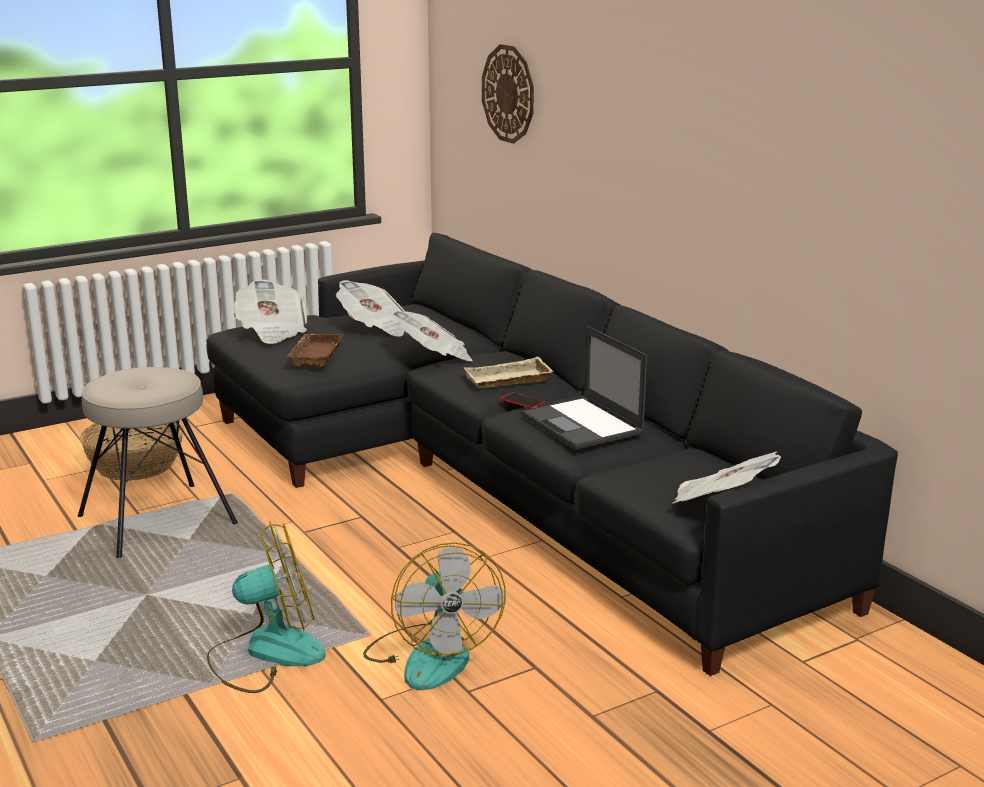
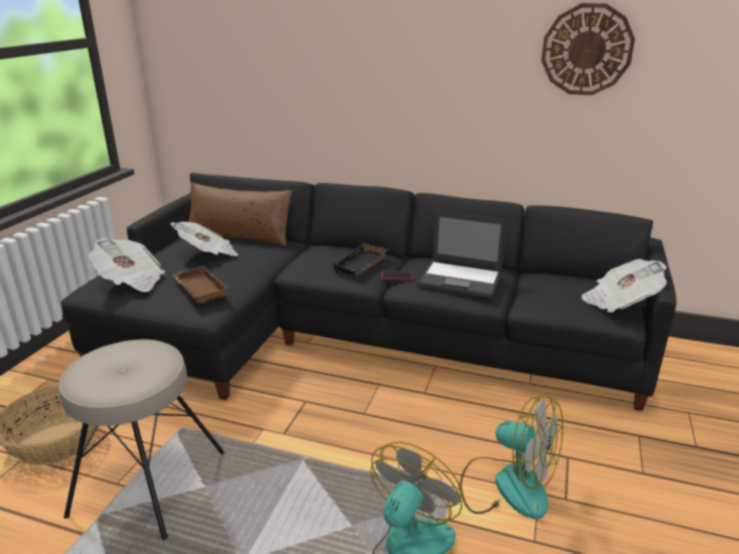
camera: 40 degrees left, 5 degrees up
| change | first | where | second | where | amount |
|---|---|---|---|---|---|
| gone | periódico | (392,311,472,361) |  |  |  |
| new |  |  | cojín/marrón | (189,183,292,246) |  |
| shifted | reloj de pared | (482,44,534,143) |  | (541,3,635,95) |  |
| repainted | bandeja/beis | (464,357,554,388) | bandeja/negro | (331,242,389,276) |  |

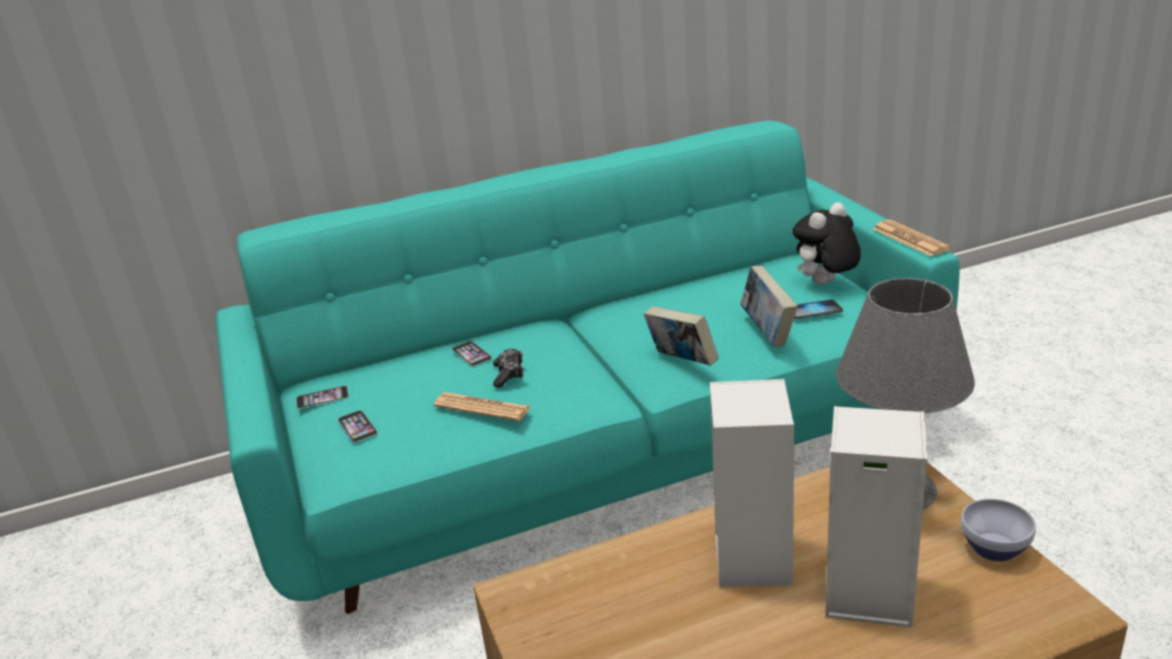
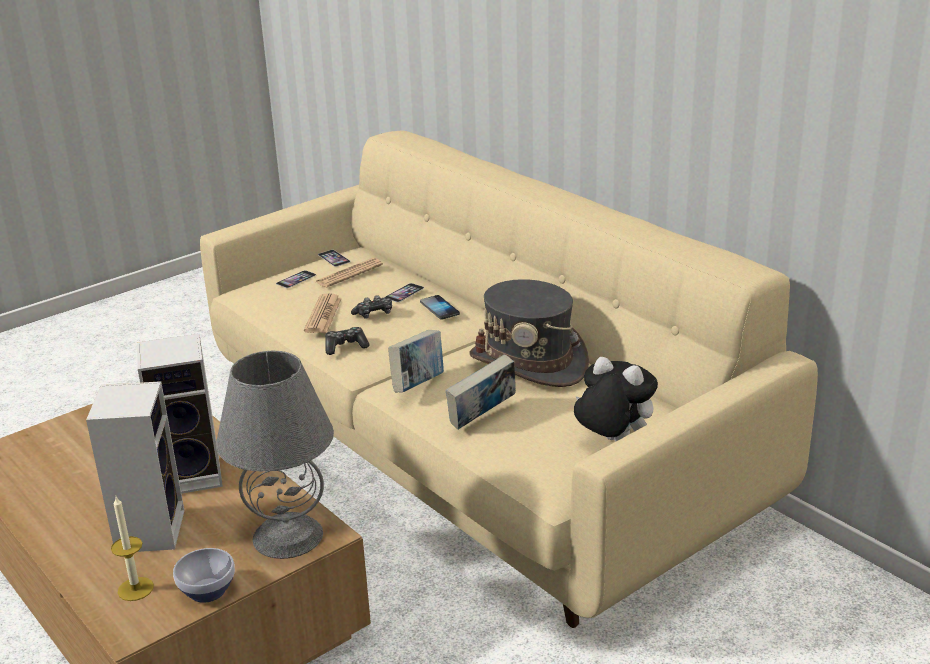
camera: 70 degrees right, 0 degrees up
| change | first | where | second | where | amount |
|---|---|---|---|---|---|
| new |  |  | vela | (111,497,154,601) |  |
| new |  |  | mando de consola | (325,327,369,355) |  |
| new |  |  | sombrero/gris | (469,279,589,387) |  |
| shifted | móvil | (794,300,843,319) |  | (420,295,460,320) |  |
| shifted | periódico | (873,220,951,256) |  | (316,258,383,288) |  |
| repainted | sofá/turquesa | (216,120,960,614) | sofá/beis | (200,130,818,628) |  |

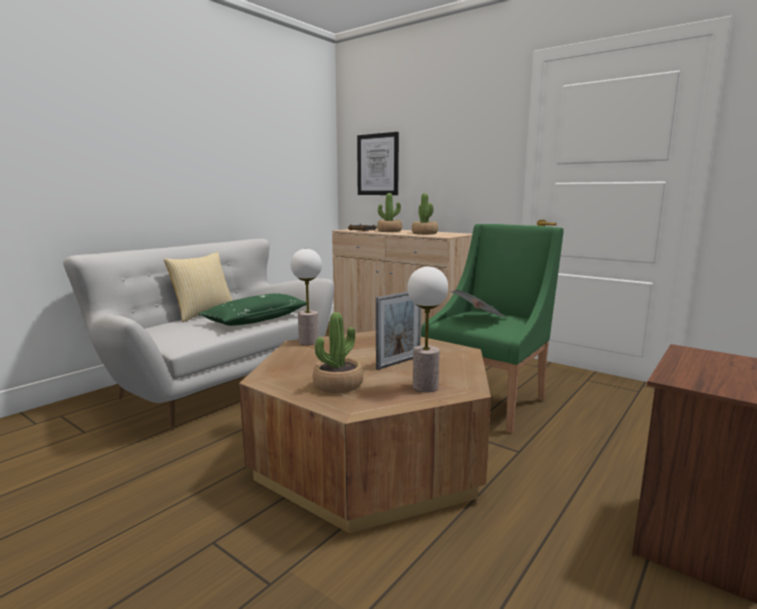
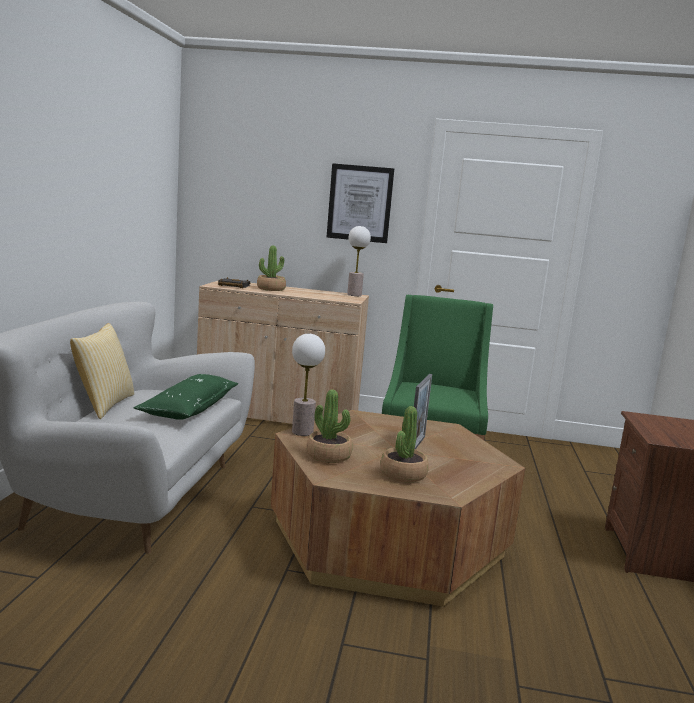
camera: 30 degrees left, 0 degrees up
| change | first | where | second | where | amount |
|---|---|---|---|---|---|
| gone | periódico | (451,290,506,317) |  |  |  |
| shifted | cuadro | (357,132,399,195) |  | (327,163,394,243) |  |
| shifted | lámpara de mesa | (407,267,448,392) |  | (347,226,371,296) |  |
| shifted | planta en maceta | (412,193,438,235) |  | (306,390,353,463) |  |

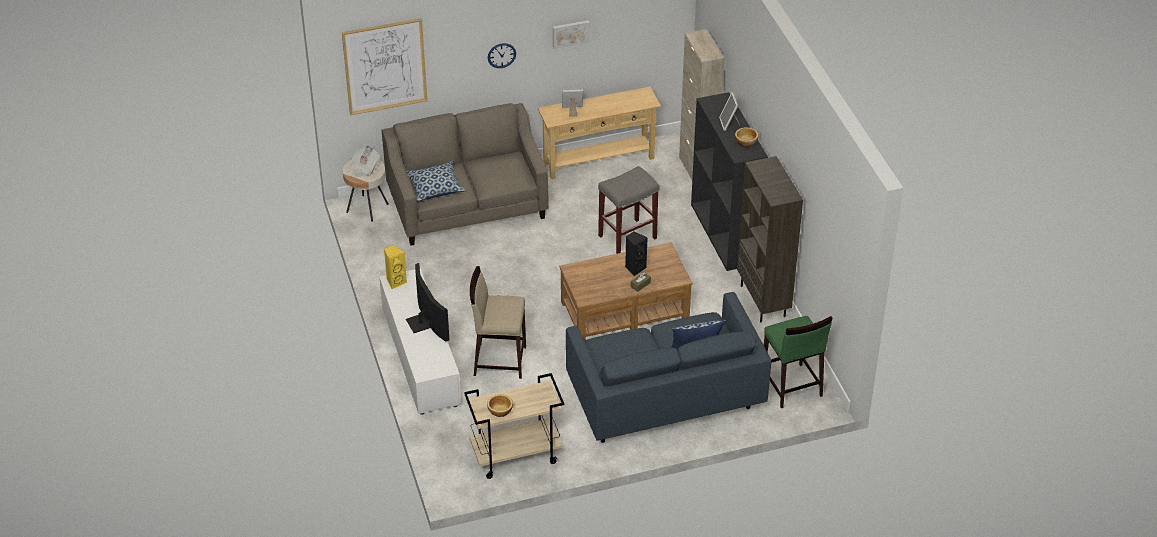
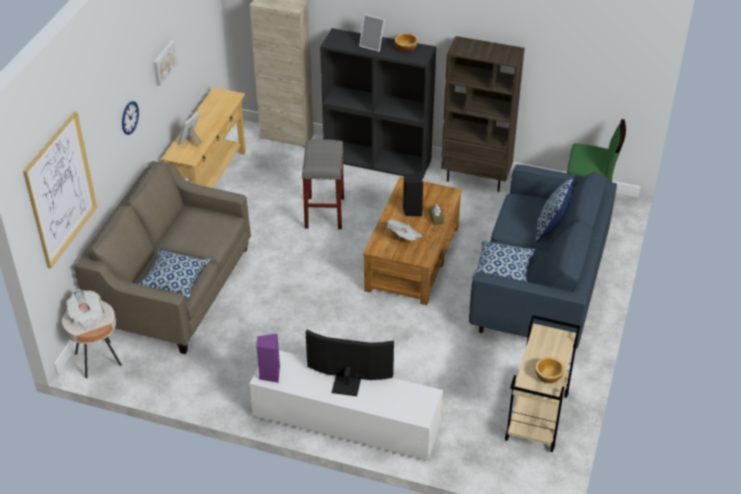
camera: 55 degrees left, 0 degrees up
| change | first | where | second | where | amount |
|---|---|---|---|---|---|
| gone | taburete/beis | (470,266,526,379) |  |  |  |
| new |  |  | periódico | (387,219,423,241) |  |
| new |  |  | cojín | (472,240,536,282) |  |
| repainted | altavoz/amarillo | (384,245,407,289) | altavoz/morado | (256,334,280,383) |  |

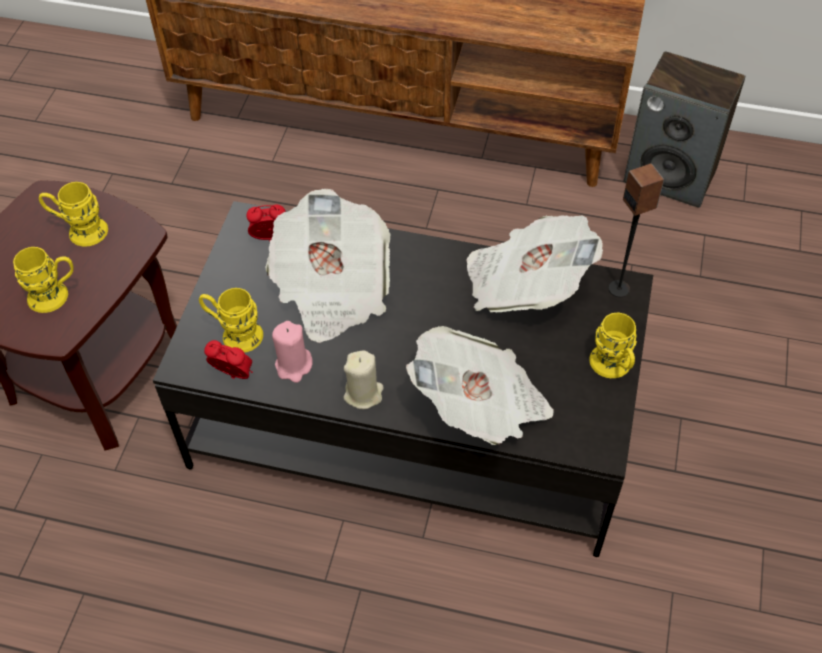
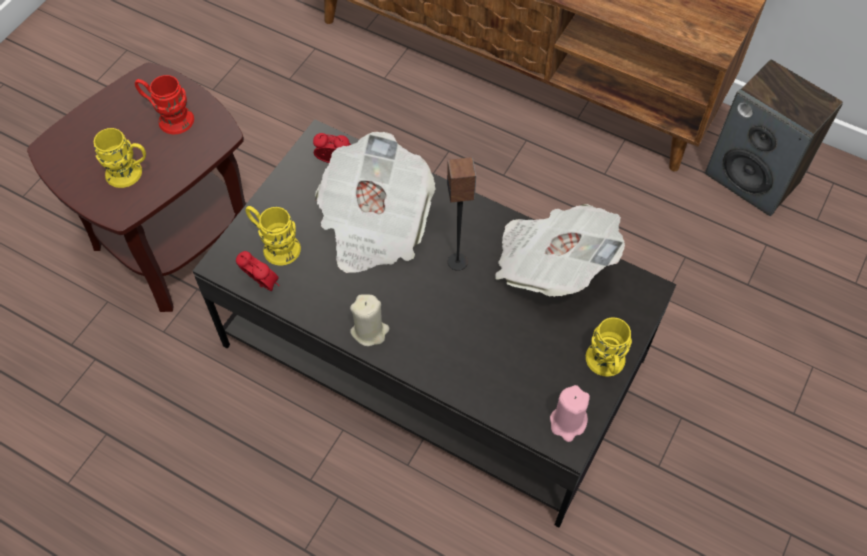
camera: 15 degrees right, 5 degrees up
| change | first | where | second | where | amount |
|---|---|---|---|---|---|
| gone | periódico | (406,326,554,445) |  |  |  |
| shifted | vela/rosa | (272,321,313,383) |  | (550,385,590,442) |  |
| shifted | altavoz | (608,163,664,297) |  | (447,157,476,271) |  |
| repainted | taza grande/amarillo | (39,182,108,247) | taza grande/rojo | (135,75,194,134) |  |

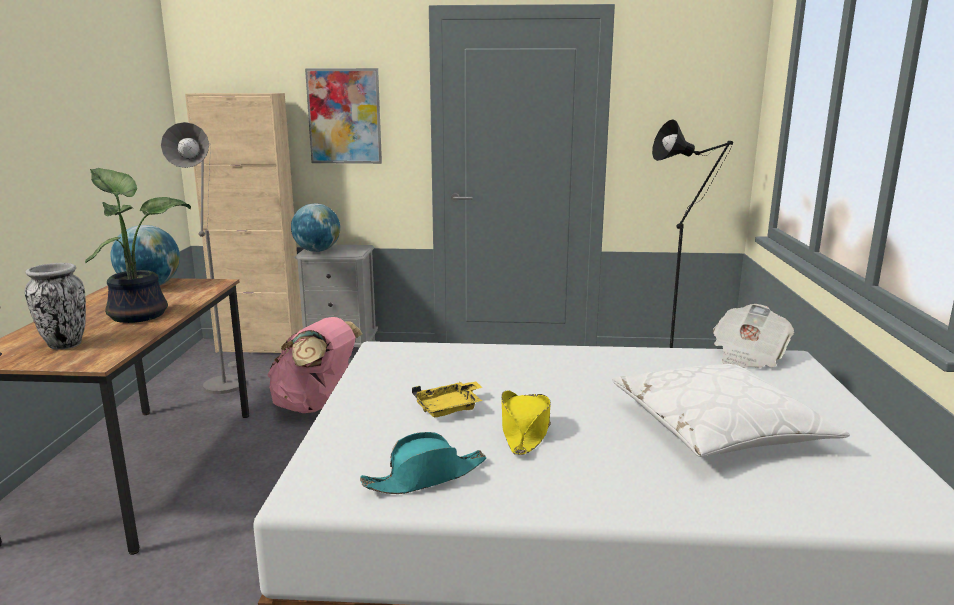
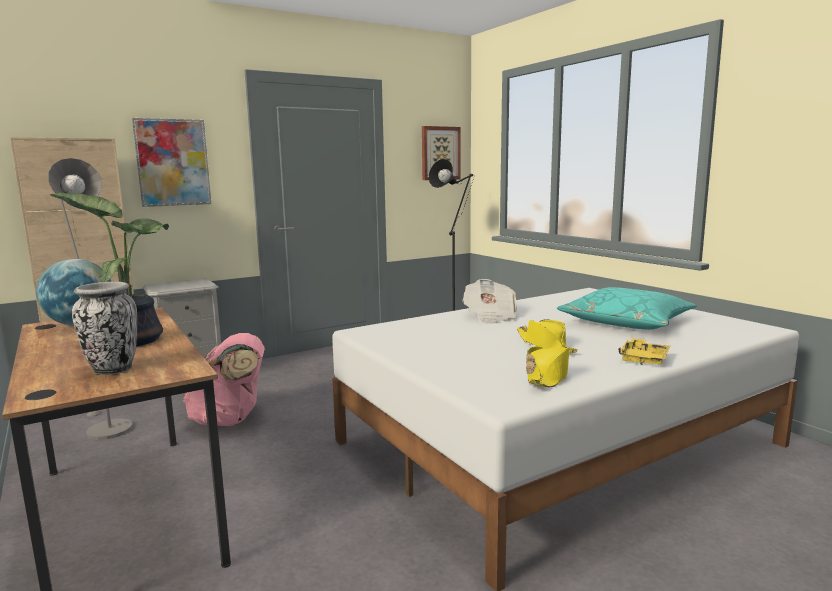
camera: 35 degrees left, 5 degrees down
| change | first | where | second | where | amount |
|---|---|---|---|---|---|
| gone | globo terráqueo | (291,203,340,252) |  |  |  |
| new |  |  | cuadro | (422,126,461,180) |  |
| shifted | bandeja/amarillo | (412,381,483,417) |  | (618,338,671,365) |  |
| shifted | periódico | (713,304,794,368) |  | (462,279,517,324) |  |
| repainted | sombrero/turquesa | (360,432,486,494) | sombrero/amarillo | (526,346,570,387) |  |
| repainted | cojín/blanco | (612,364,850,457) | cojín/turquesa | (557,287,697,330) |  |

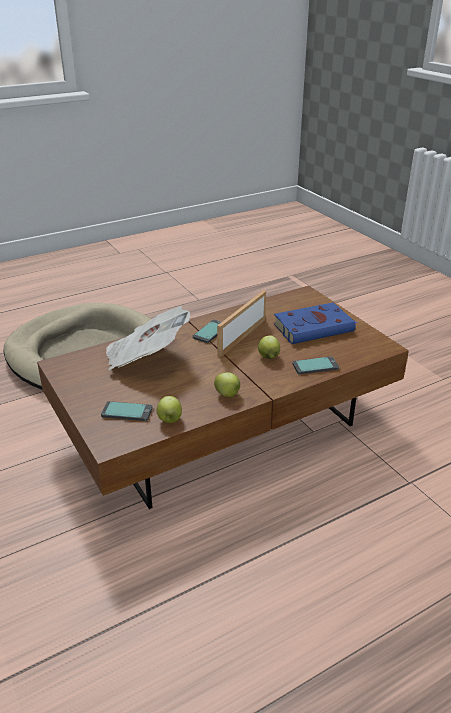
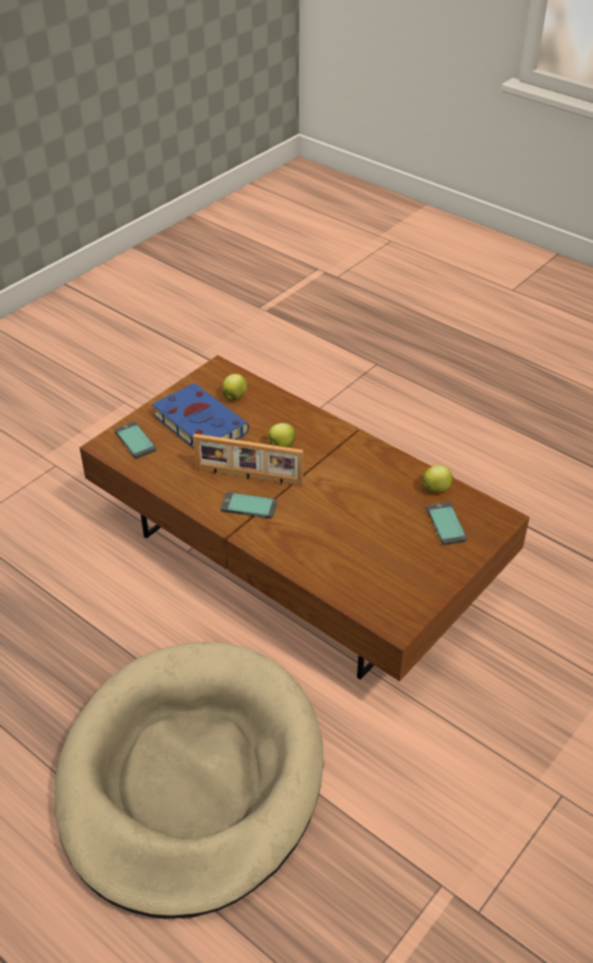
camera: 110 degrees left, 10 degrees up
| change | first | where | second | where | amount |
|---|---|---|---|---|---|
| gone | periódico | (106,306,191,370) |  |  |  |
| shifted | manzana | (214,373,240,397) |  | (222,374,247,400) |  |
| shifted | móvil | (293,356,339,374) |  | (115,422,156,459) |  |

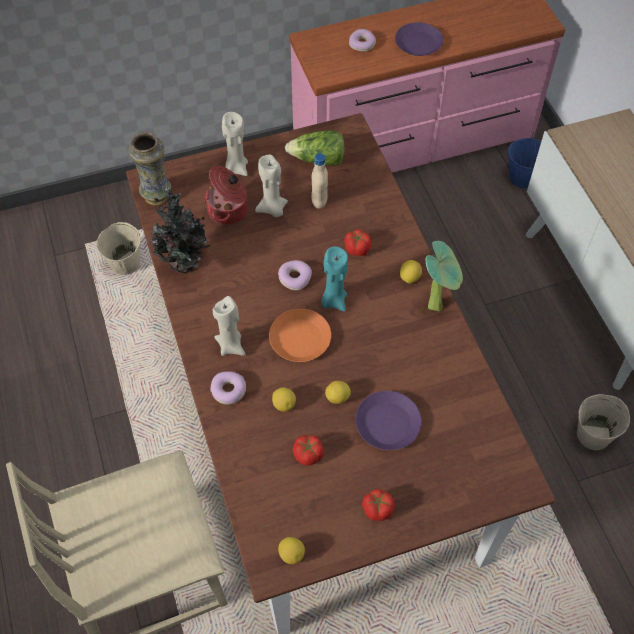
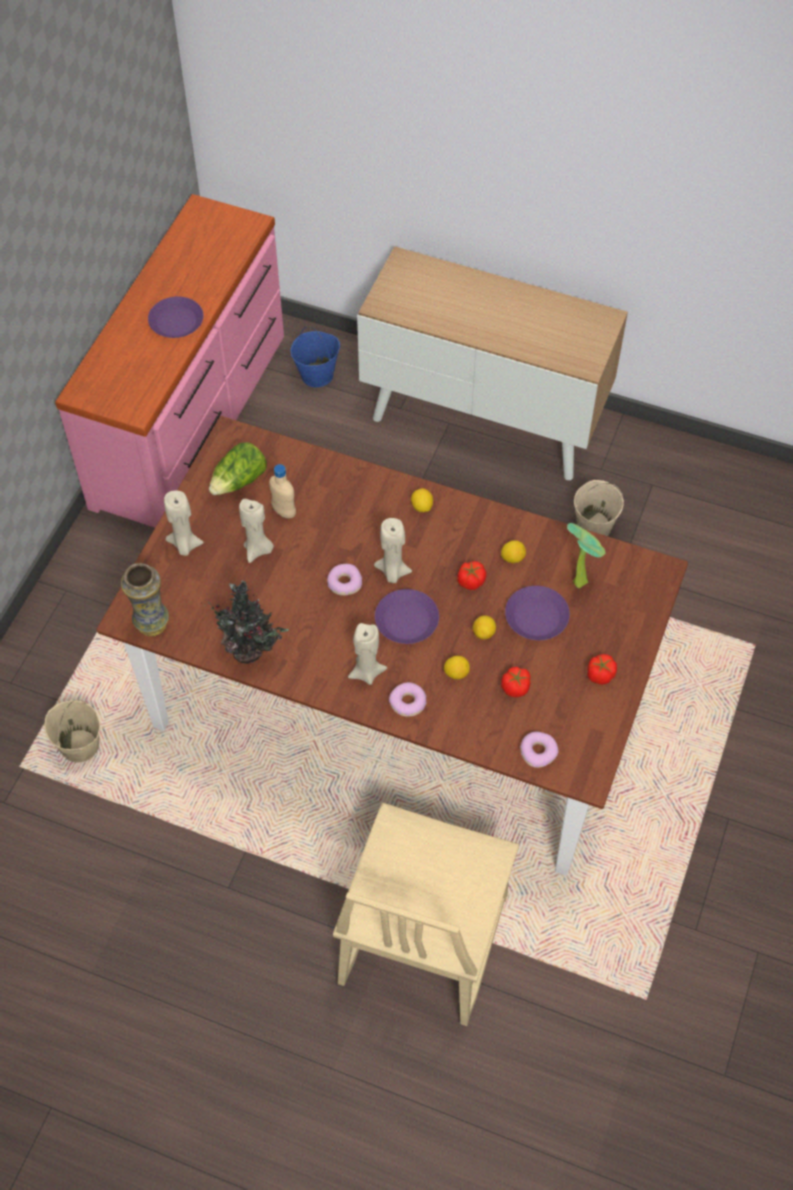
camera: 50 degrees left, 0 degrees up
| change | first | where | second | where | amount |
|---|---|---|---|---|---|
| gone | olla | (204,166,248,225) |  |  |  |
| shifted | limón | (278,537,305,564) |  | (501,540,526,563) |  |
| shifted | tomate | (344,230,371,256) |  | (457,561,487,590) |  |
| shifted | rosquilla | (349,29,376,51) |  | (520,732,559,768) |  |
| shifted | planta en maceta | (425,241,463,312) |  | (567,523,605,588) |  |
| repainted | plato/naranja | (269,309,331,362) | plato/morado | (375,589,439,644) |  |
| repainted | vela/turquesa | (321,246,348,311) | vela/beis | (374,518,412,583) |  |

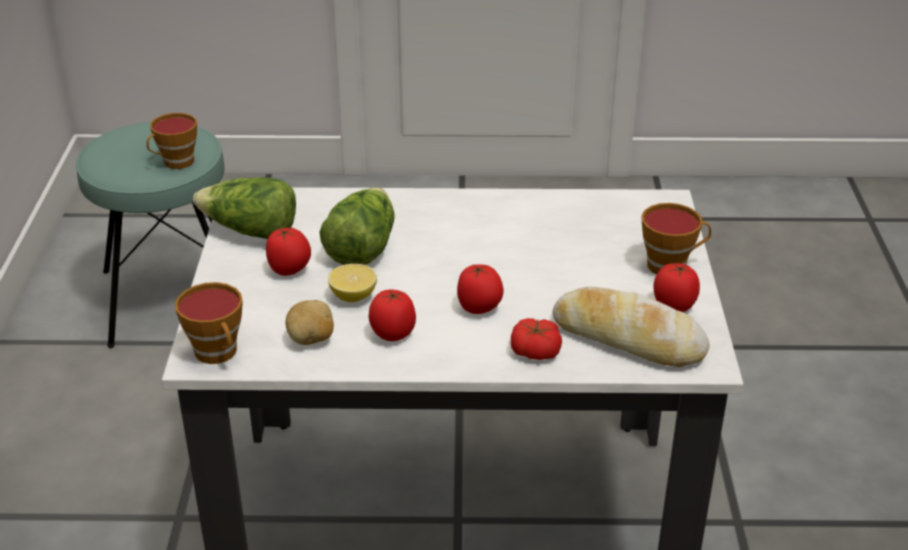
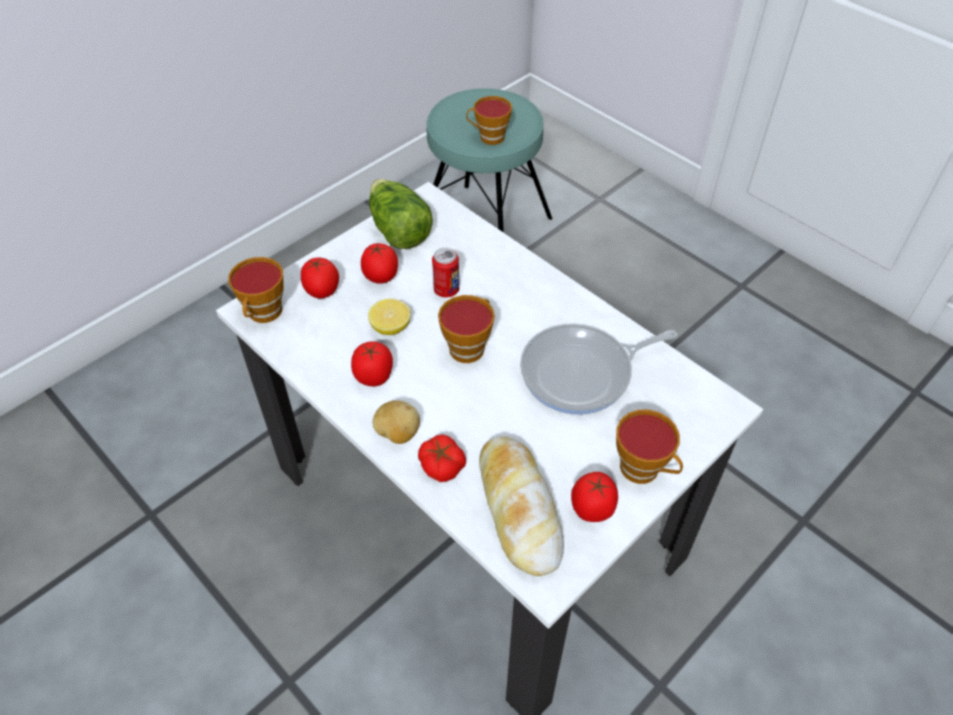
camera: 45 degrees right, 15 degrees up
| change | first | where | second | where | amount |
|---|---|---|---|---|---|
| new |  |  | taza | (438,295,495,363) |  |
| new |  |  | sartén | (520,323,678,415) |  |
| shifted | patata | (285,300,334,345) |  | (373,400,420,444) |  |
| shifted | tomate | (457,265,504,314) |  | (301,258,339,299) |  |
| swapped | lechuga | (320,187,395,265) | lata | (432,248,459,298) |  |

